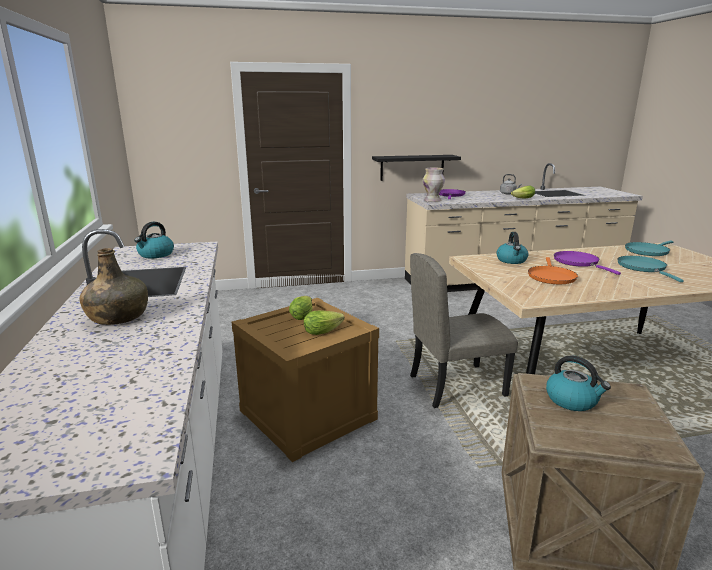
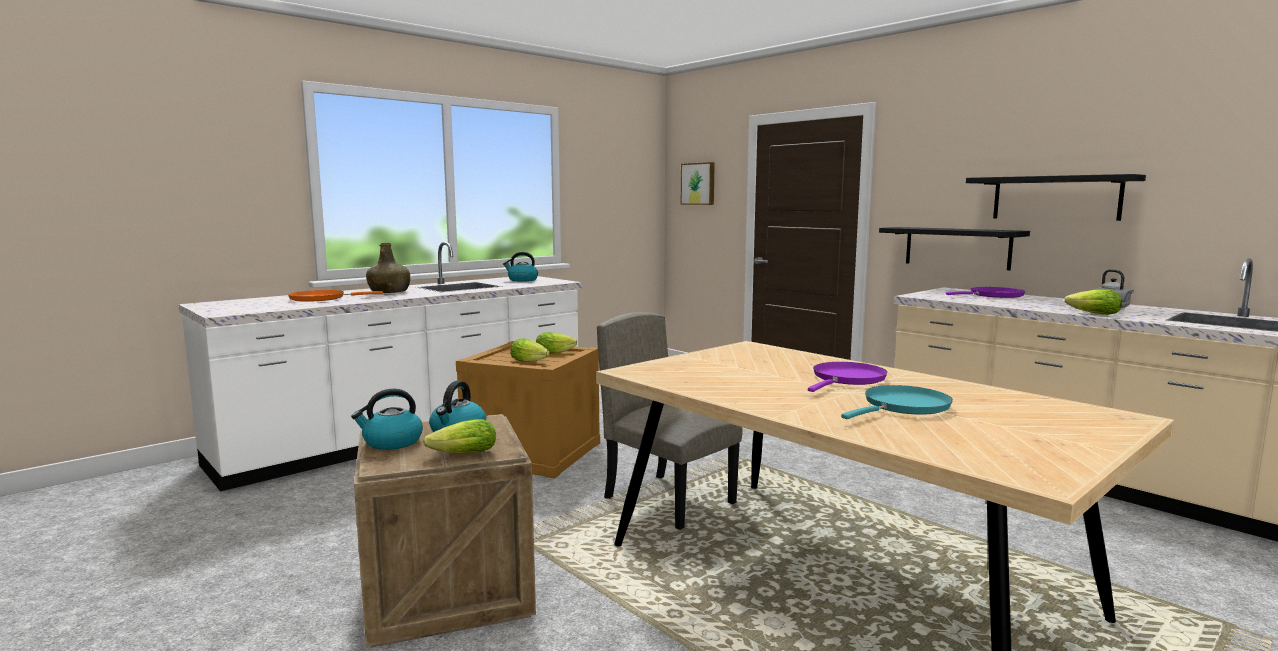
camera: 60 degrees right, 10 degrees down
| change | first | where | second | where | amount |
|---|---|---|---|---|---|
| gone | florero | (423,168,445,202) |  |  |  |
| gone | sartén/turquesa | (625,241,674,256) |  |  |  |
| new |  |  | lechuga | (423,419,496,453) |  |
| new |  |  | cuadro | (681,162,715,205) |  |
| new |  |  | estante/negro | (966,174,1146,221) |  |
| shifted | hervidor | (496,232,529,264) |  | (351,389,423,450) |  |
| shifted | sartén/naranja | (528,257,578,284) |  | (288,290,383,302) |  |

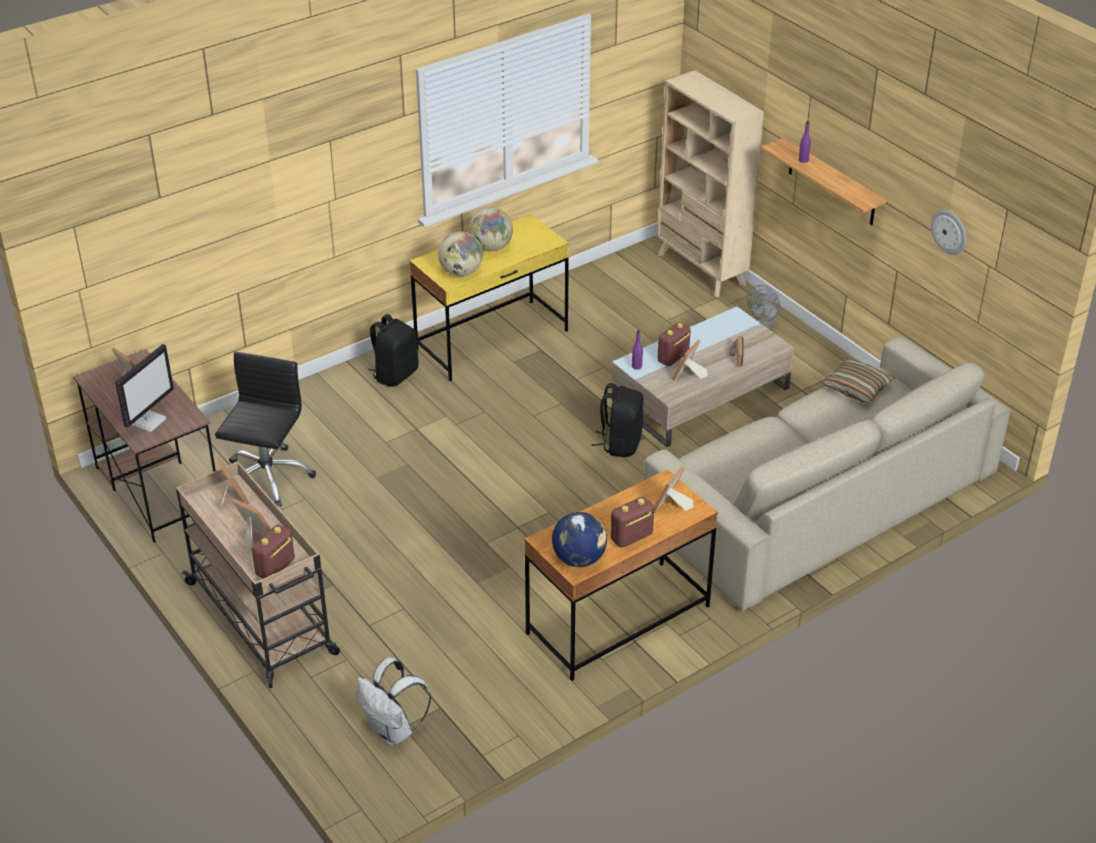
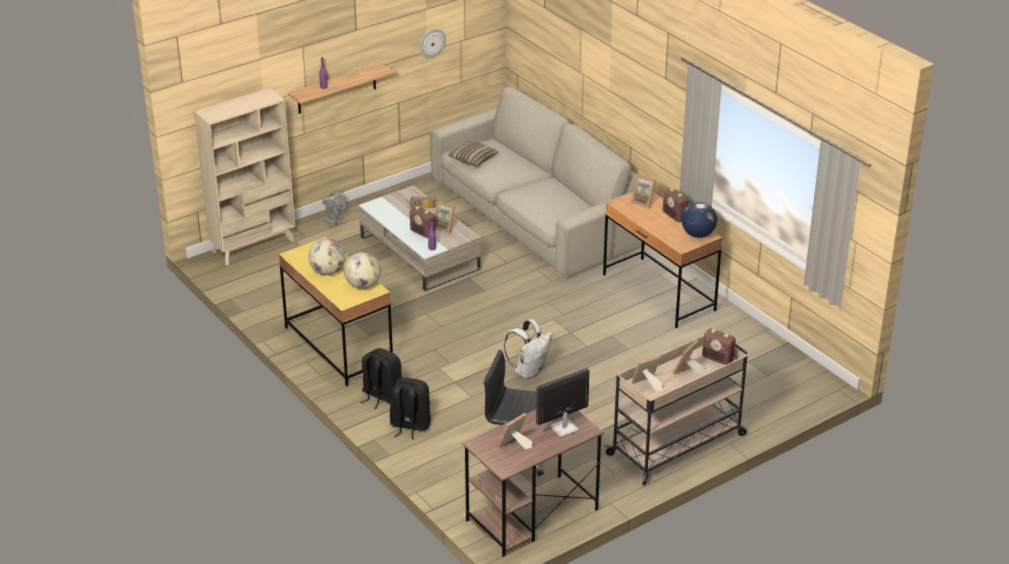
camera: 90 degrees left, 5 degrees down
| change | first | where | second | where | amount |
|---|---|---|---|---|---|
| shifted | mochila/blanco | (357,657,431,746) |  | (504,319,552,379) |  |
| shifted | mochila/negro | (592,383,644,457) |  | (390,378,431,440) |  |
| rotated | monitor | (115,344,174,432) |  | (536,368,589,437) | 60 degrees counterclockwise |

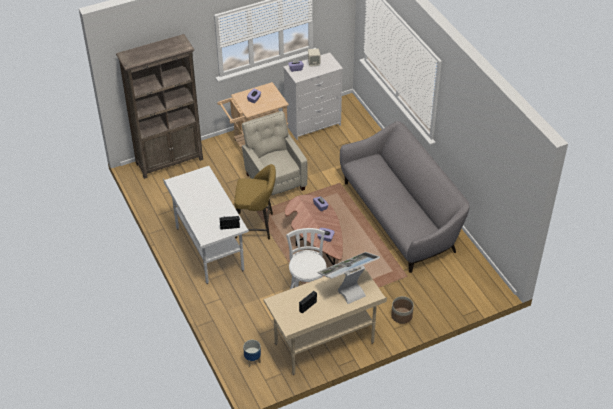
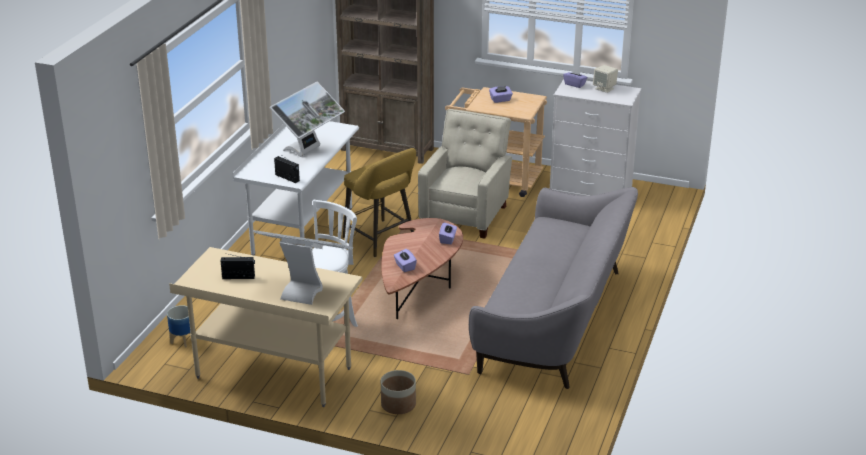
camera: 45 degrees right, 15 degrees down
| change | first | where | second | where | amount |
|---|---|---|---|---|---|
| new |  |  | monitor | (270,81,345,157) |  |

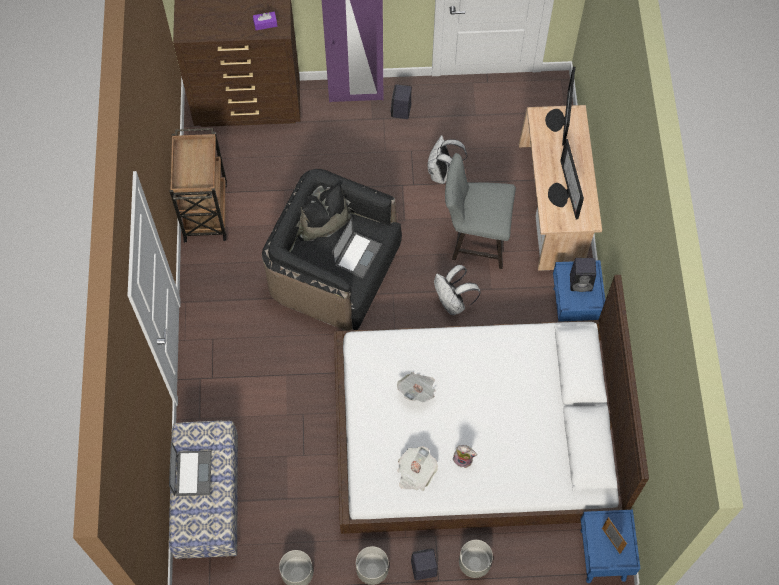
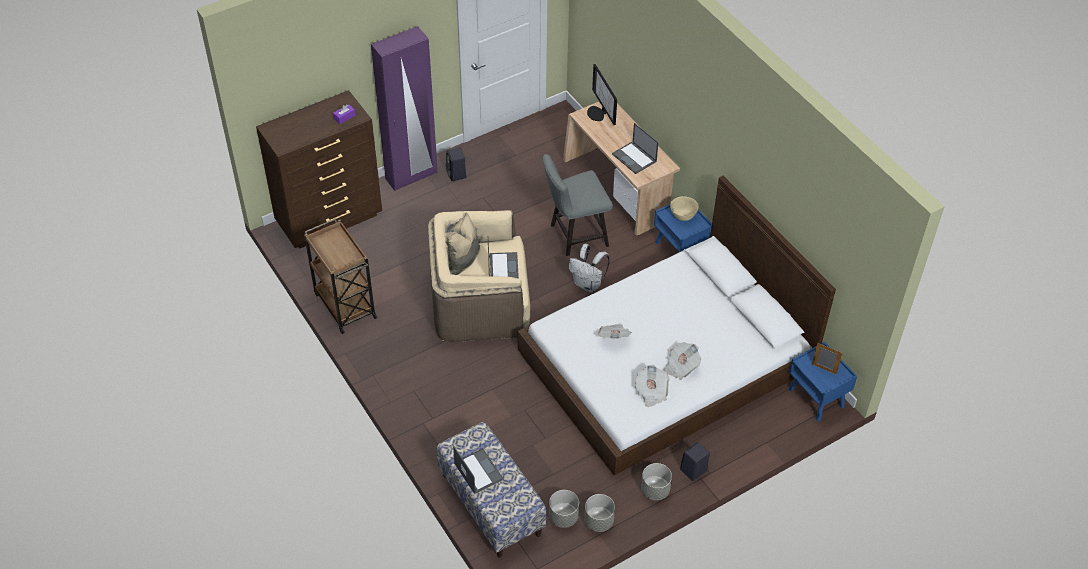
camera: 30 degrees left, 15 degrees down
| change | first | where | second | where | amount |
|---|---|---|---|---|---|
| gone | mochila/blanco | (427,135,467,184) |  |  |  |
| shifted | maceta/gris | (459,540,493,578) |  | (549,490,579,528) |  |
| swapped | peluche | (453,445,477,468) | periódico | (663,342,701,380) |  |
| swapped | monitor | (548,139,584,220) | portátil | (612,123,659,174) |  |
| swapped | altavoz/negro | (570,258,596,292) | cuenco/beis | (671,196,699,221) |  |
| repainted | sillón/negro | (262,169,402,331) | sillón/beis | (428,210,530,342) |  |

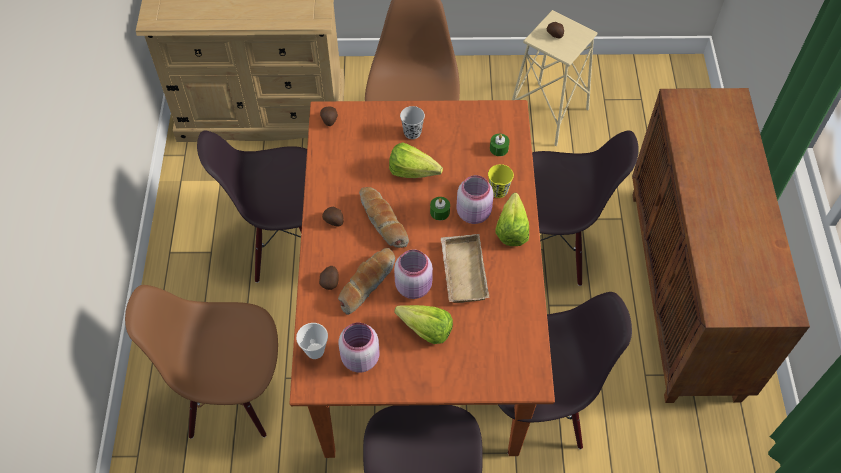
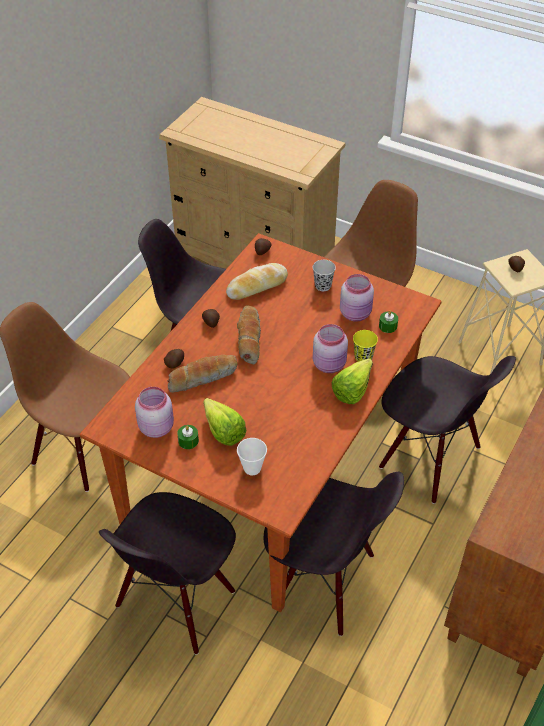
camera: 30 degrees right, 10 degrees down
| change | first | where | second | where | amount |
|---|---|---|---|---|---|
| gone | lechuga | (389,142,443,178) |  |  |  |
| gone | bandeja/beis | (441,234,489,303) |  |  |  |
| new |  |  | pan | (226,263,288,300) |  |
| shifted | taza | (296,323,328,359) |  | (237,438,267,475) |  |
| shifted | tarro/rosa | (394,249,433,299) |  | (340,274,374,322) |  |
| shifted | vela/verde | (430,197,450,220) |  | (177,425,199,449) |  |

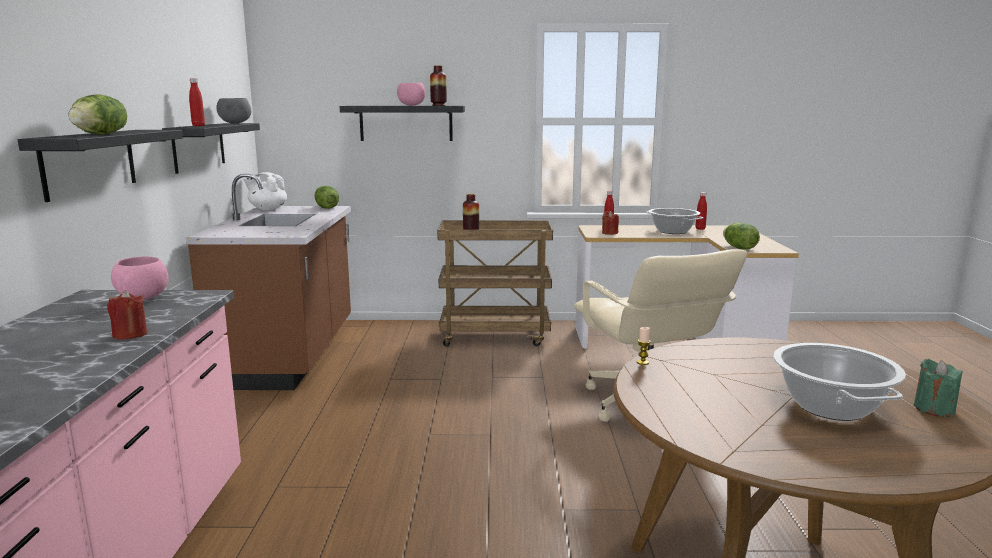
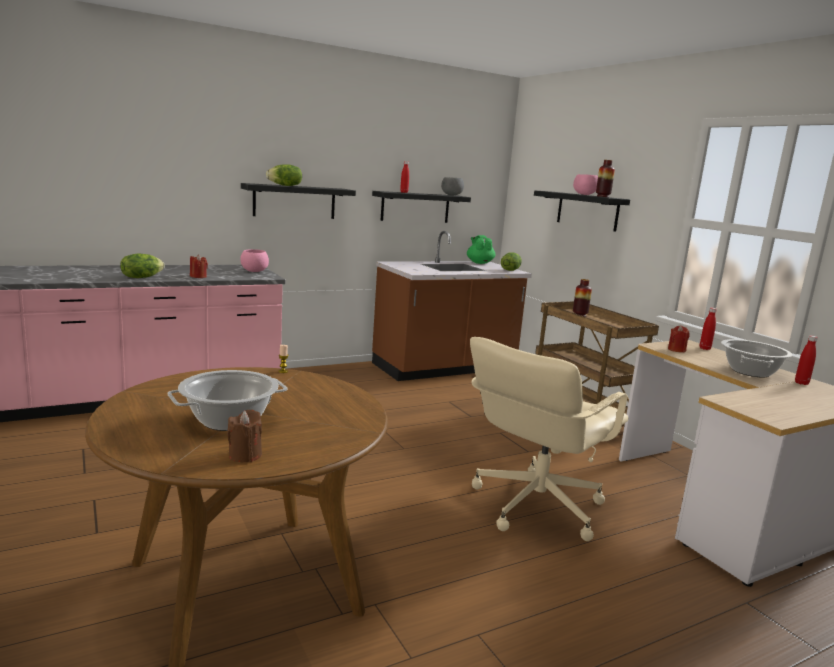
camera: 60 degrees right, 0 degrees up
| change | first | where | second | where | amount |
|---|---|---|---|---|---|
| shifted | lechuga | (723,222,760,249) |  | (120,254,164,278) |  |
| repainted | tetera/blanco | (243,172,287,210) | tetera/verde | (467,235,495,264) |  |
| repainted | vela/verde | (914,359,963,417) | vela/marrón | (227,410,262,462) |  |

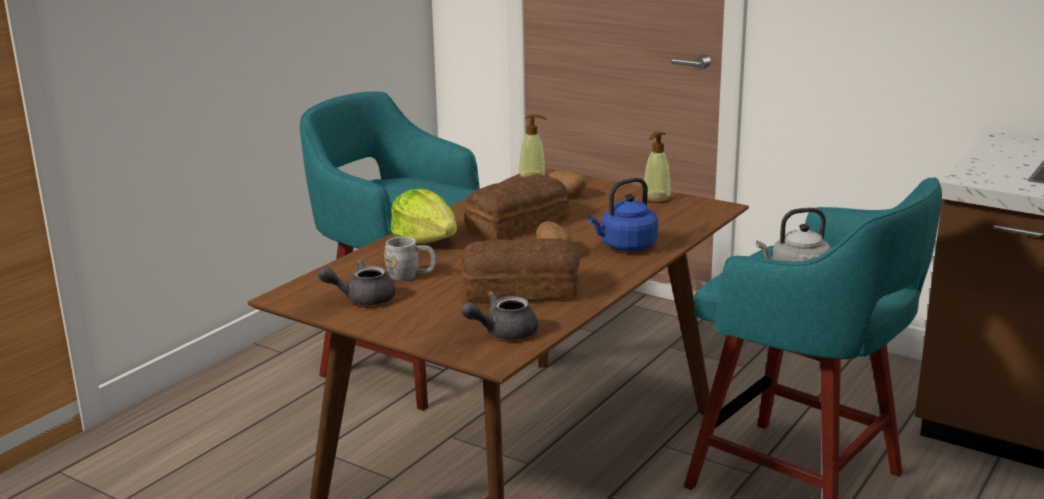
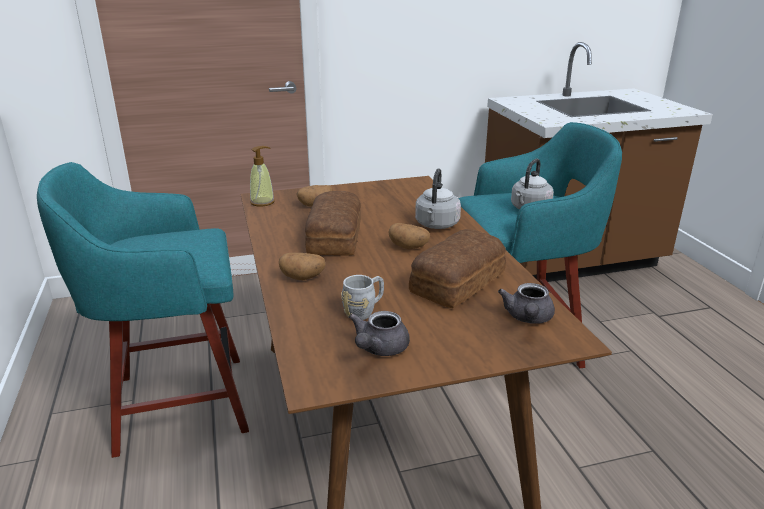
camera: 50 degrees left, 5 degrees up
| change | first | where | second | where | amount |
|---|---|---|---|---|---|
| gone | dispensador de jabón | (642,132,672,203) |  |  |  |
| swapped | lechuga | (391,188,457,244) | patata | (279,253,326,280) |  |
| repainted | hervidor/azul | (588,178,658,251) | hervidor/gris | (415,169,461,229) |  |

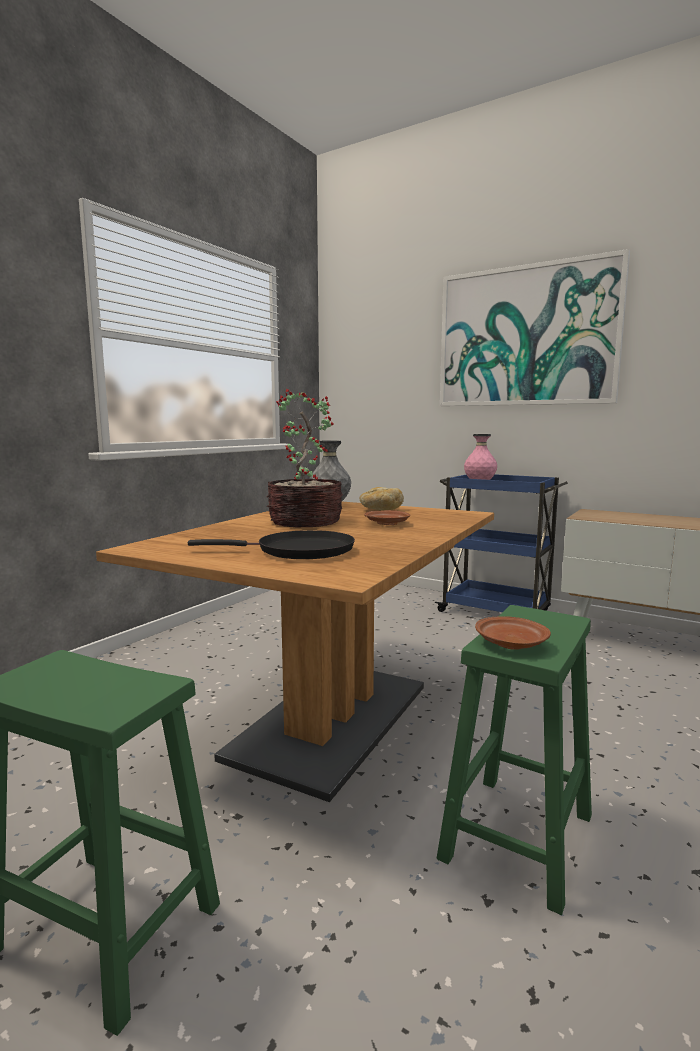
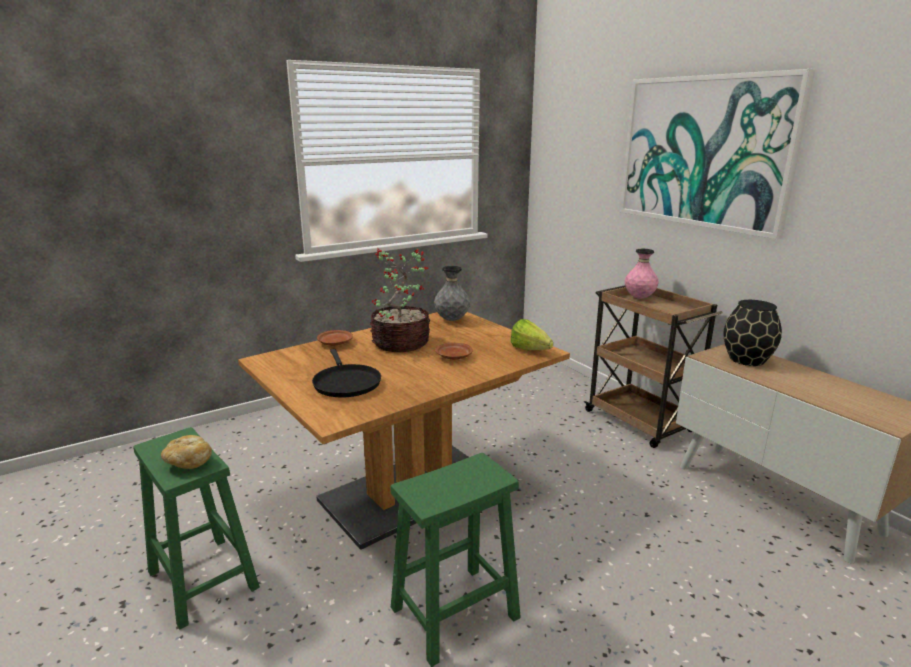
camera: 25 degrees right, 10 degrees up
| change | first | where | second | where | amount |
|---|---|---|---|---|---|
| new |  |  | lechuga | (511,319,553,350) |  |
| new |  |  | florero/negro | (723,300,782,366) |  |
| shifted | pan | (359,487,404,511) |  | (161,435,212,469) |  |
| shifted | plato/marrón | (475,616,551,650) |  | (317,330,353,346) |  |
| repainted | carrito/azul | (435,474,568,612) | carrito/marrón | (584,285,723,448) |  |
| rotated | sartén/negro | (188,530,355,559) |  | (312,349,381,398) | 45 degrees clockwise |

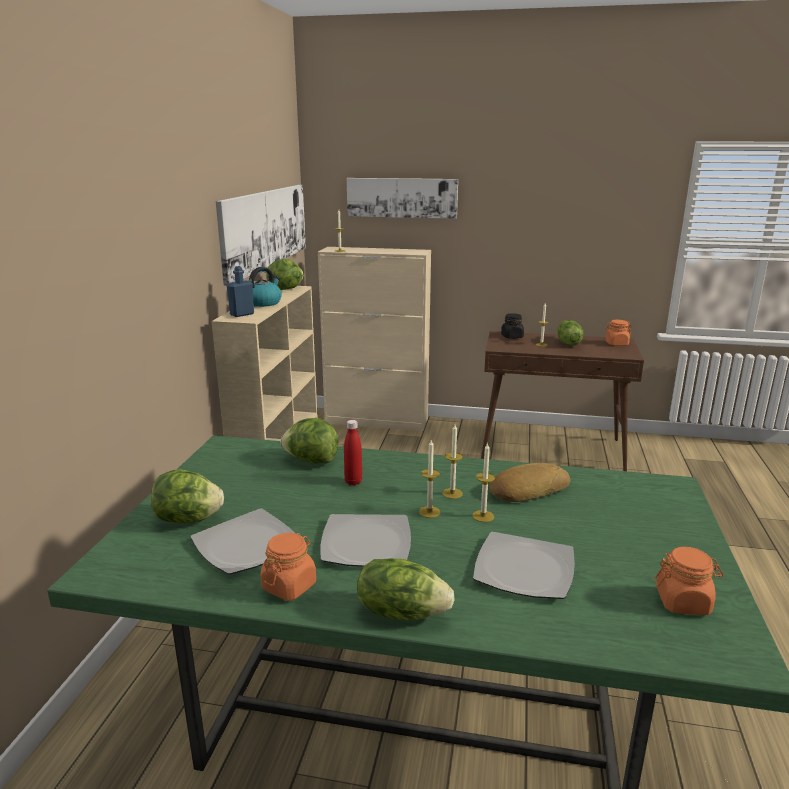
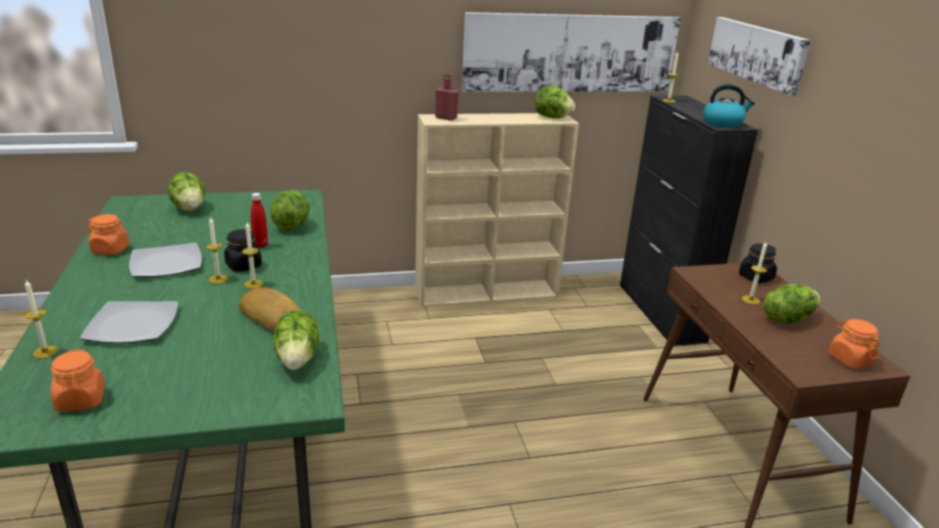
camera: 65 degrees right, 5 degrees up
| change | first | where | second | where | amount |
|---|---|---|---|---|---|
| gone | plato | (190,508,295,574) |  |  |  |
| new |  |  | tarro/negro | (224,229,262,272) |  |
| shifted | hervidor | (249,267,282,307) |  | (703,84,755,127) |  |
| shifted | lechuga | (357,558,455,620) |  | (274,310,319,370) |  |
| shifted | vela | (472,442,495,522) |  | (24,279,58,358) |  |
| repainted | botella/azul | (226,266,254,317) | botella/rojo | (435,73,459,121) |  |
| repainted | armario/beis | (318,247,431,431) | armario/negro | (620,95,758,346) |  |

